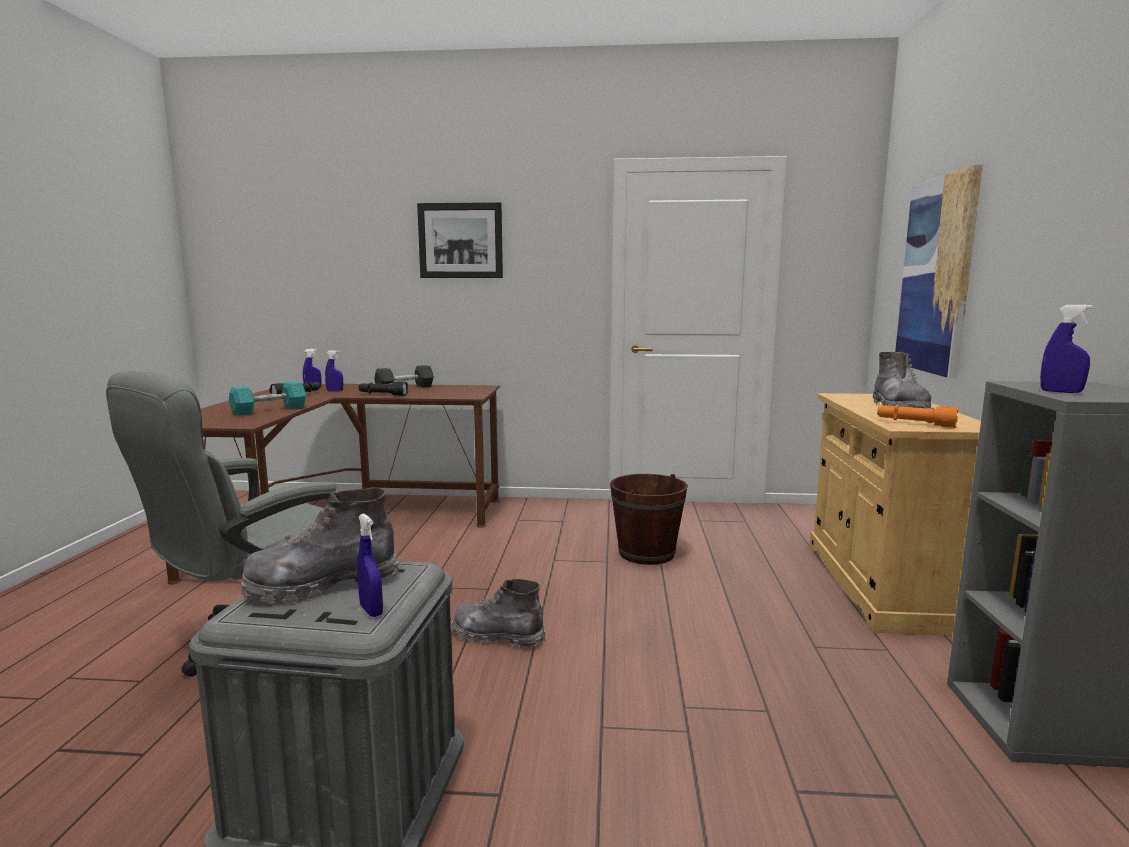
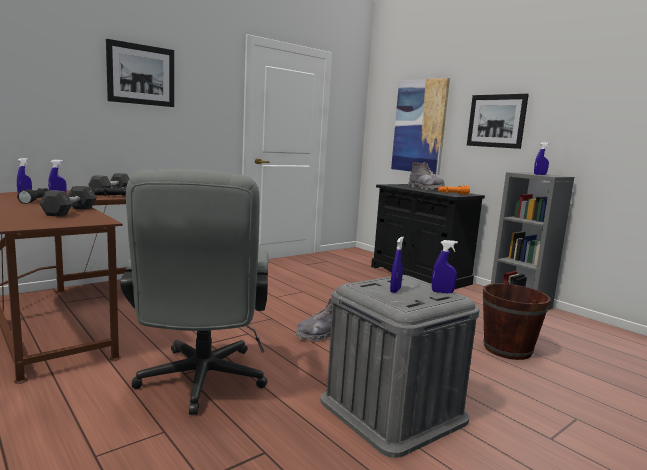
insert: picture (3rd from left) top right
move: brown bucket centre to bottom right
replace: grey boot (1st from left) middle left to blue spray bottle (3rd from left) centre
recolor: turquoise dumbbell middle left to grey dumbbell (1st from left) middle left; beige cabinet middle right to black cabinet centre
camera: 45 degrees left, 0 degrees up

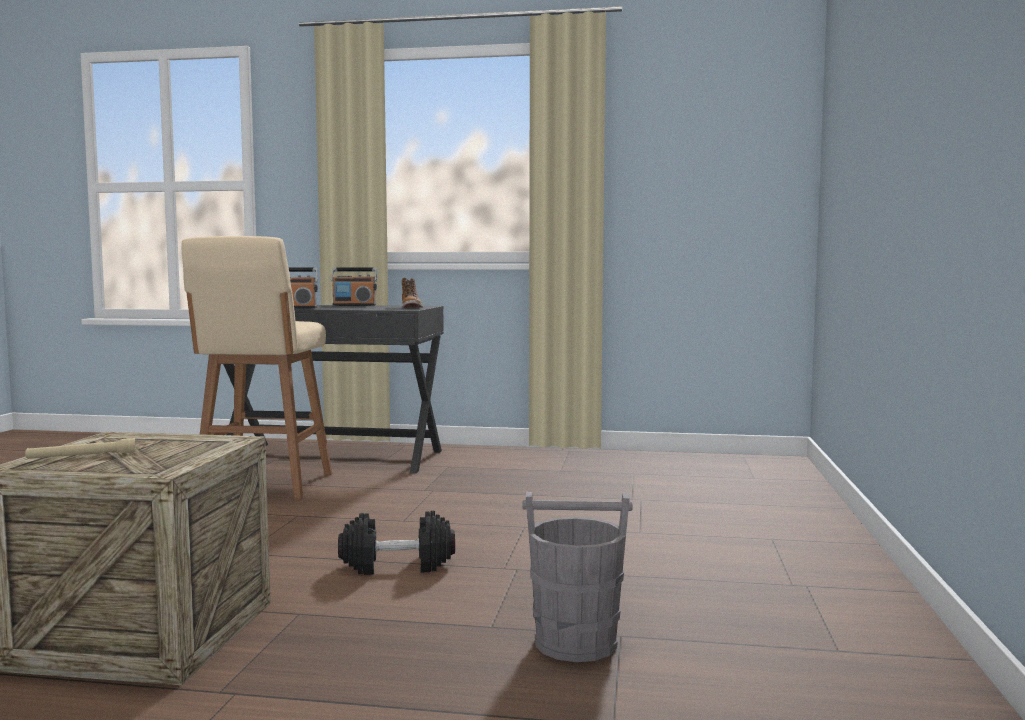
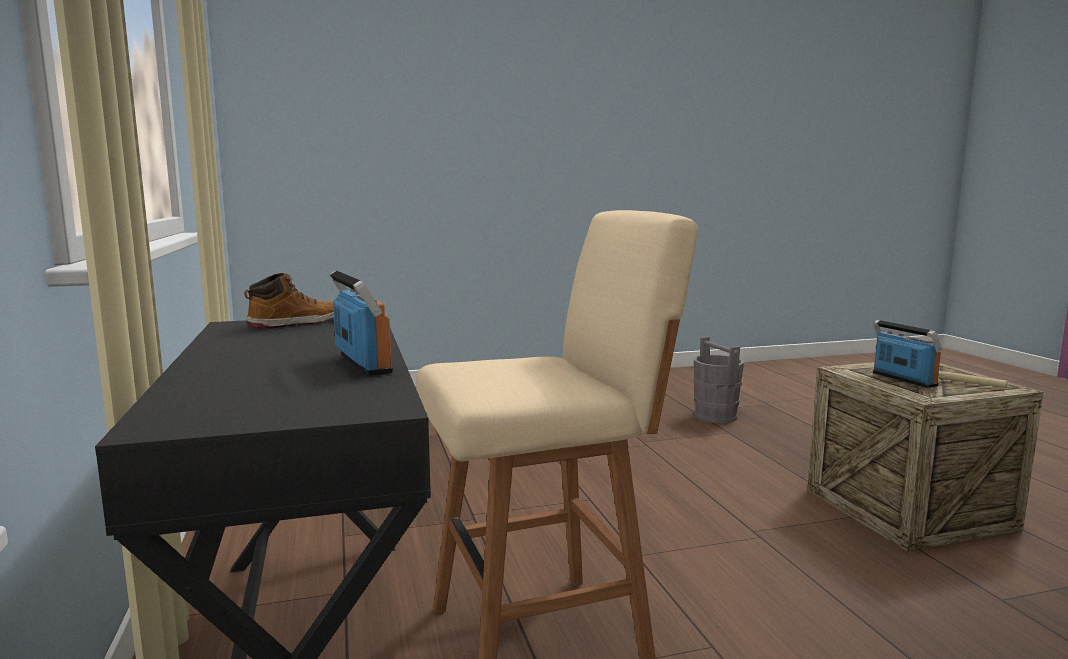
delete: black dumbbell bottom centre
move: radio (2nd from left) centre to middle right
camera: 115 degrees left, 5 degrees up

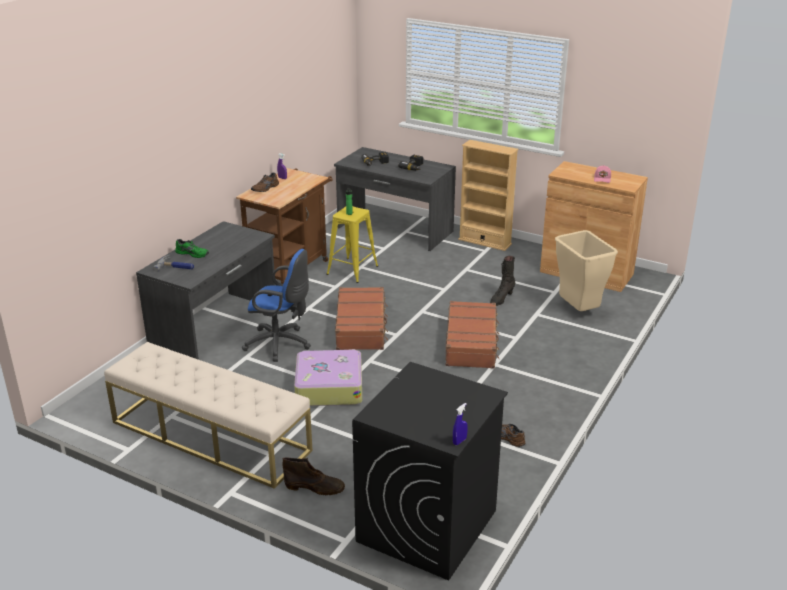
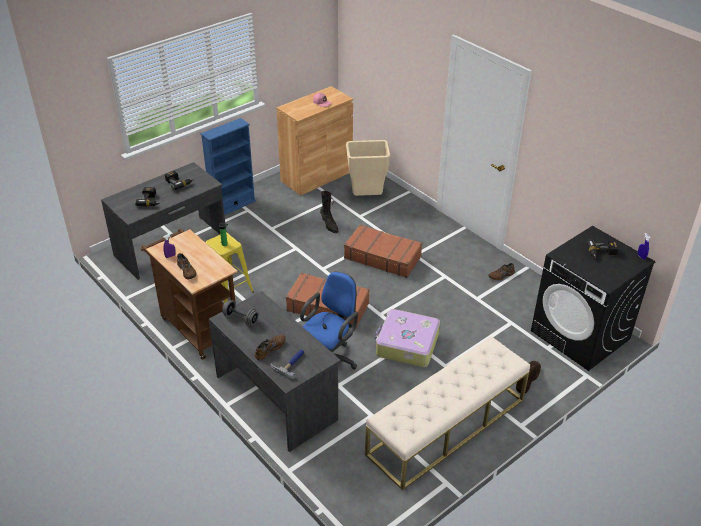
insert: grey dumbbell centre; power drill (3rd from left) middle right
recolor: green shoe middle left to brown shoe (2nd from left) centre; beige bookcase top centre to blue bookcase top left
camera: 70 degrees left, 10 degrees up

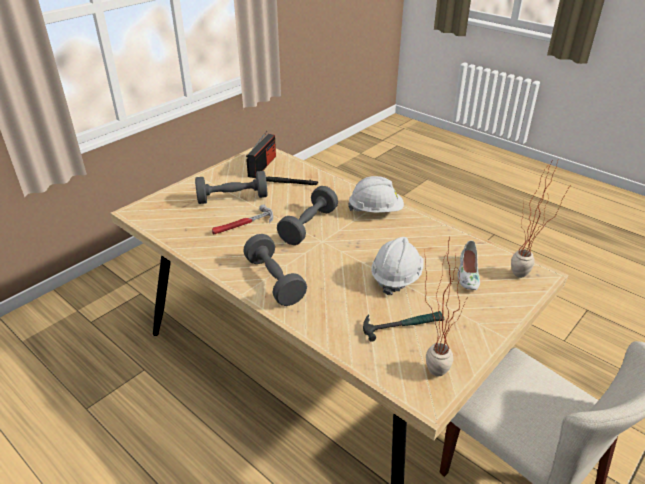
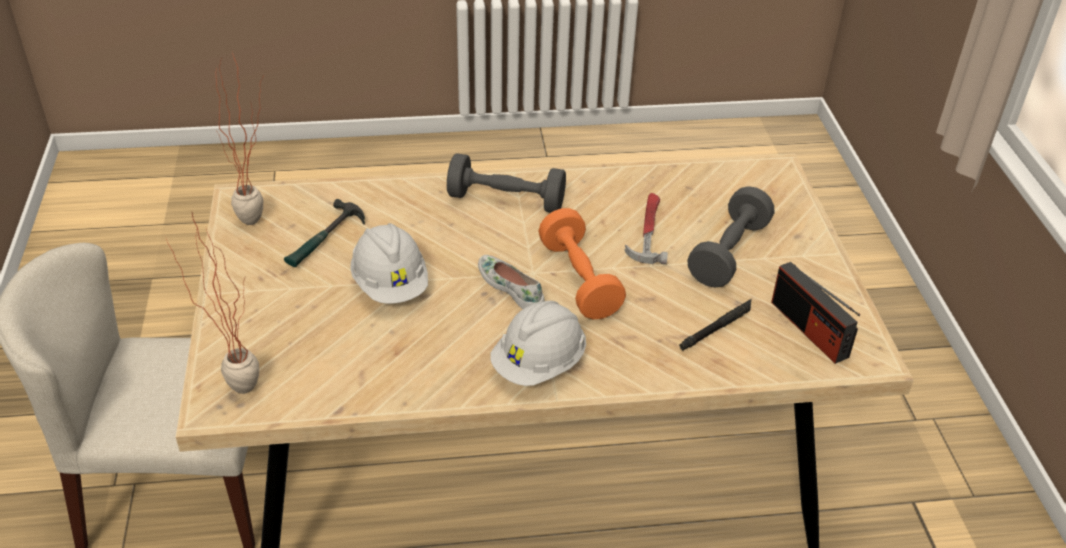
move: white shoe middle right to centre
recolor: grey dumbbell (3rd from left) centre to orange dumbbell centre
camera: 130 degrees right, 5 degrees up

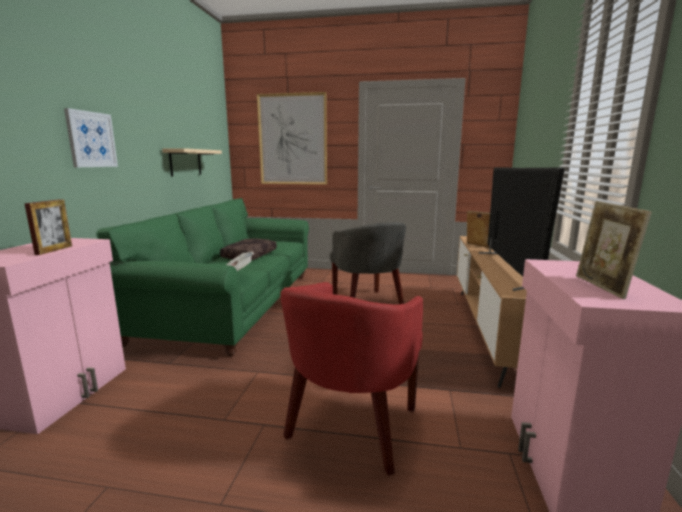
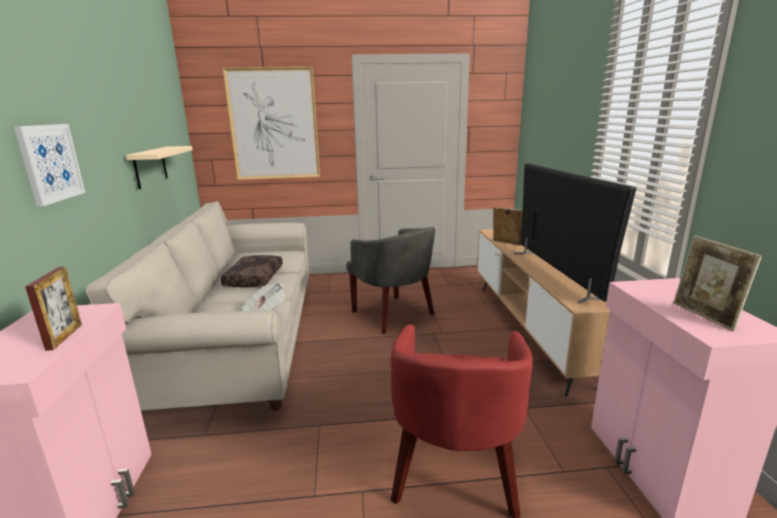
recolor: green sofa middle left to beige sofa middle left
camera: 15 degrees left, 5 degrees up

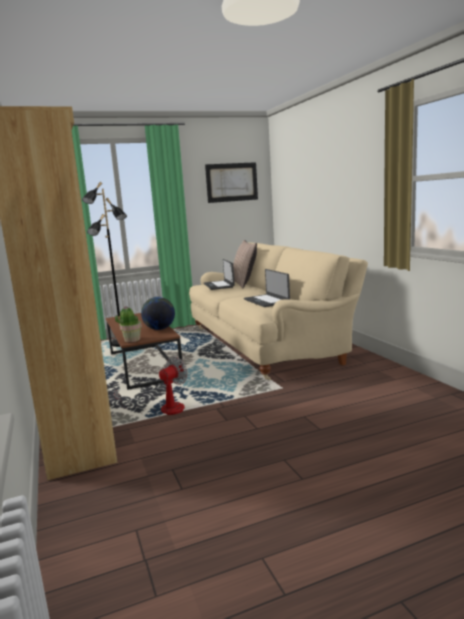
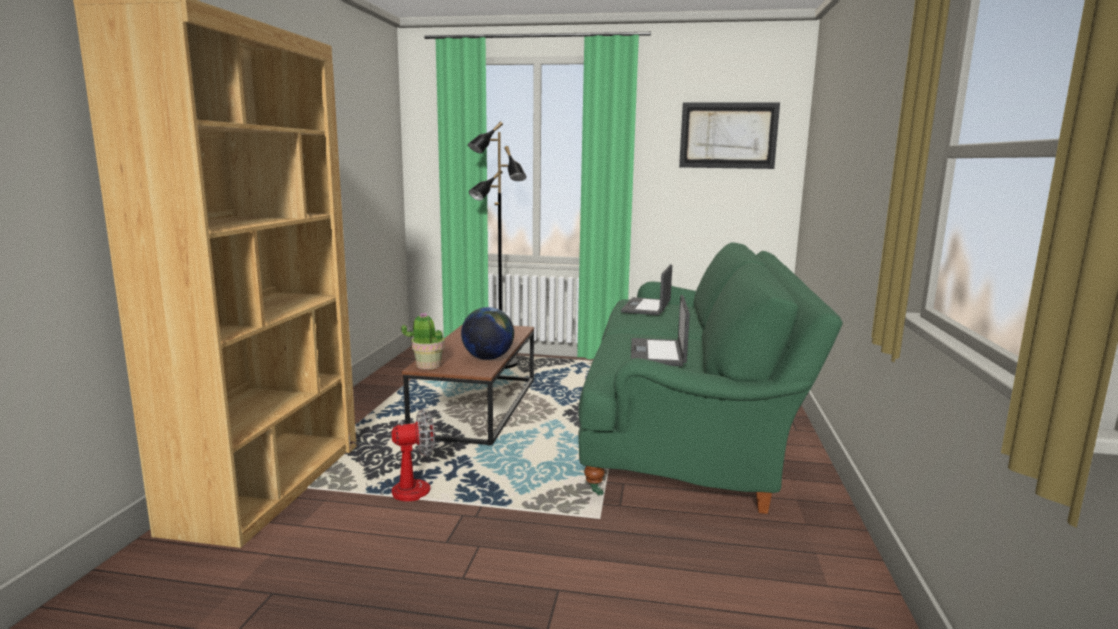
delete: pillow centre
recolor: beige sofa centre to green sofa centre
camera: 30 degrees right, 0 degrees up

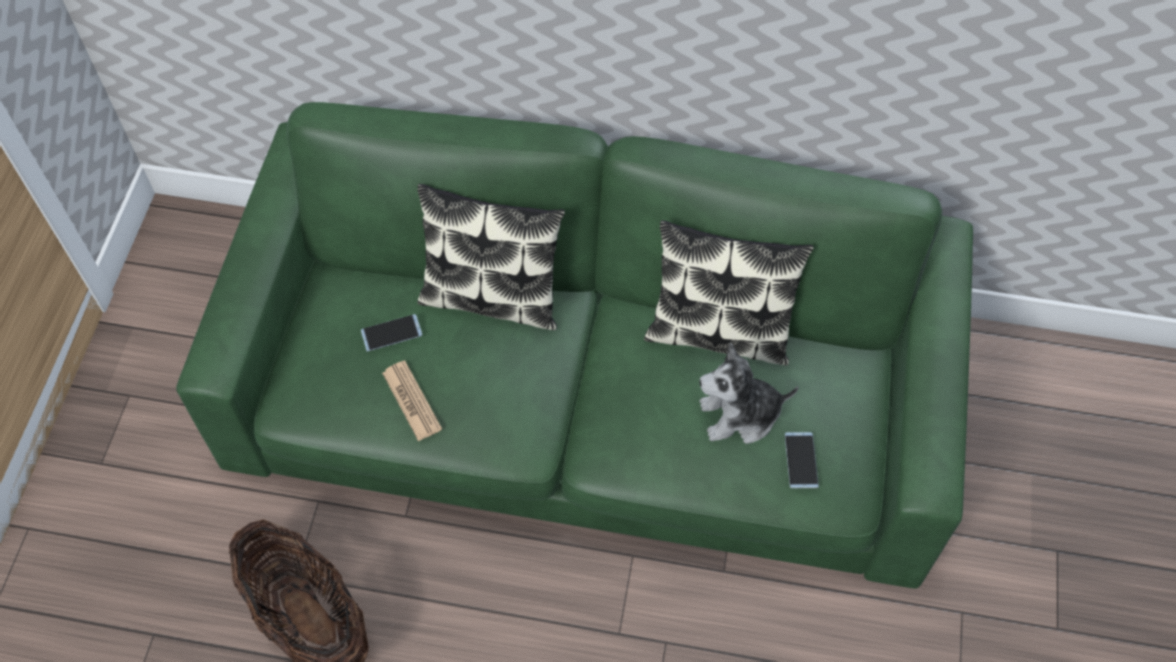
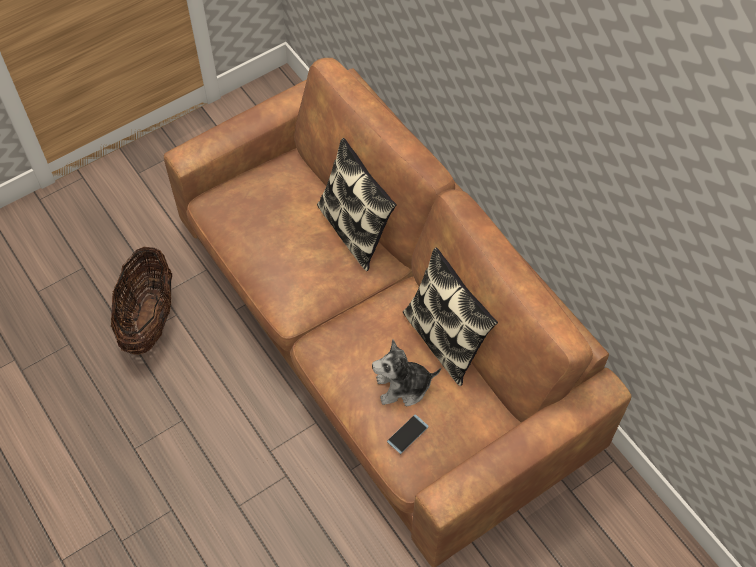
delete: phone (1st from left) middle left; newspaper centre
recolor: green sofa centre to brown sofa centre
rotate: plush toy centre = centre 45 degrees counterclockwise
camera: 45 degrees right, 0 degrees up

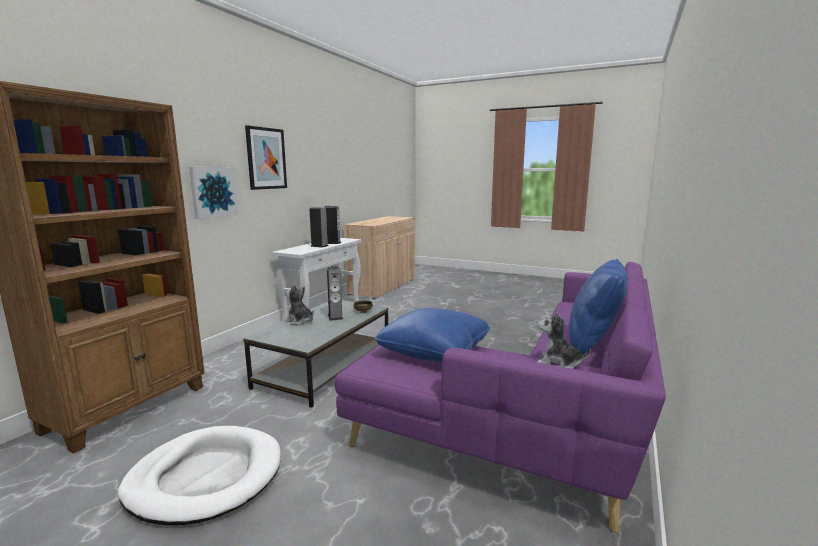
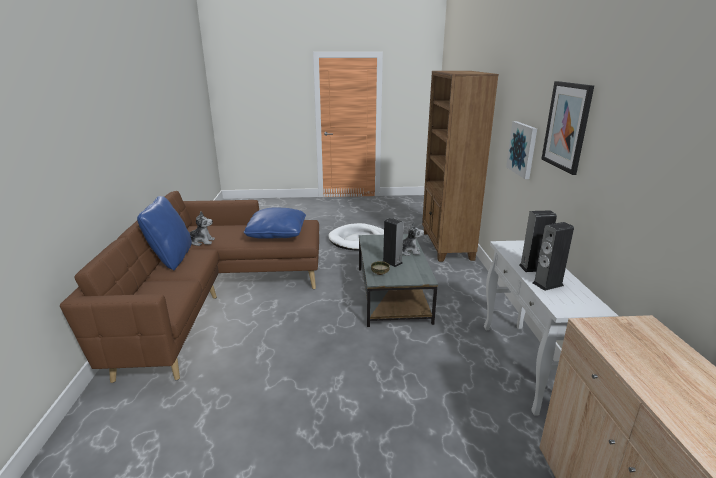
recolor: purple sofa bottom centre to brown sofa middle left
camera: 150 degrees right, 10 degrees up

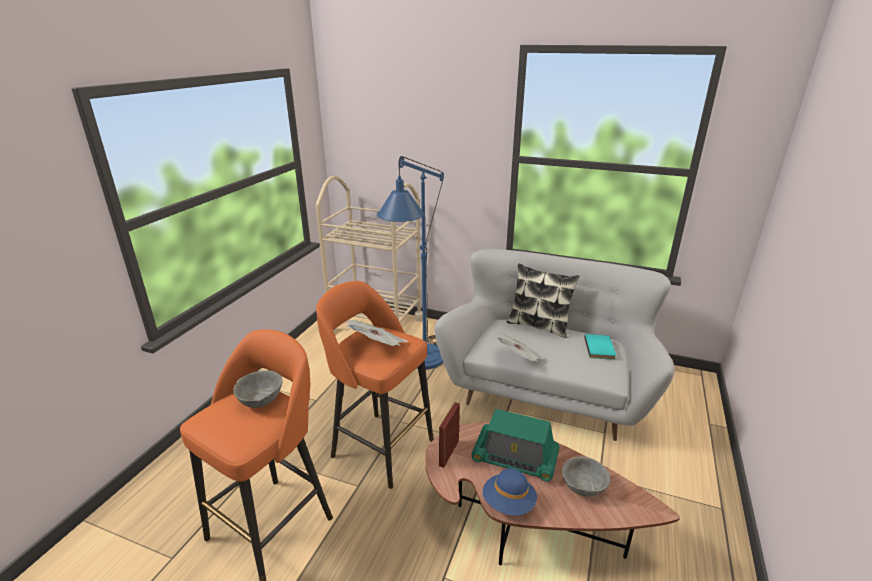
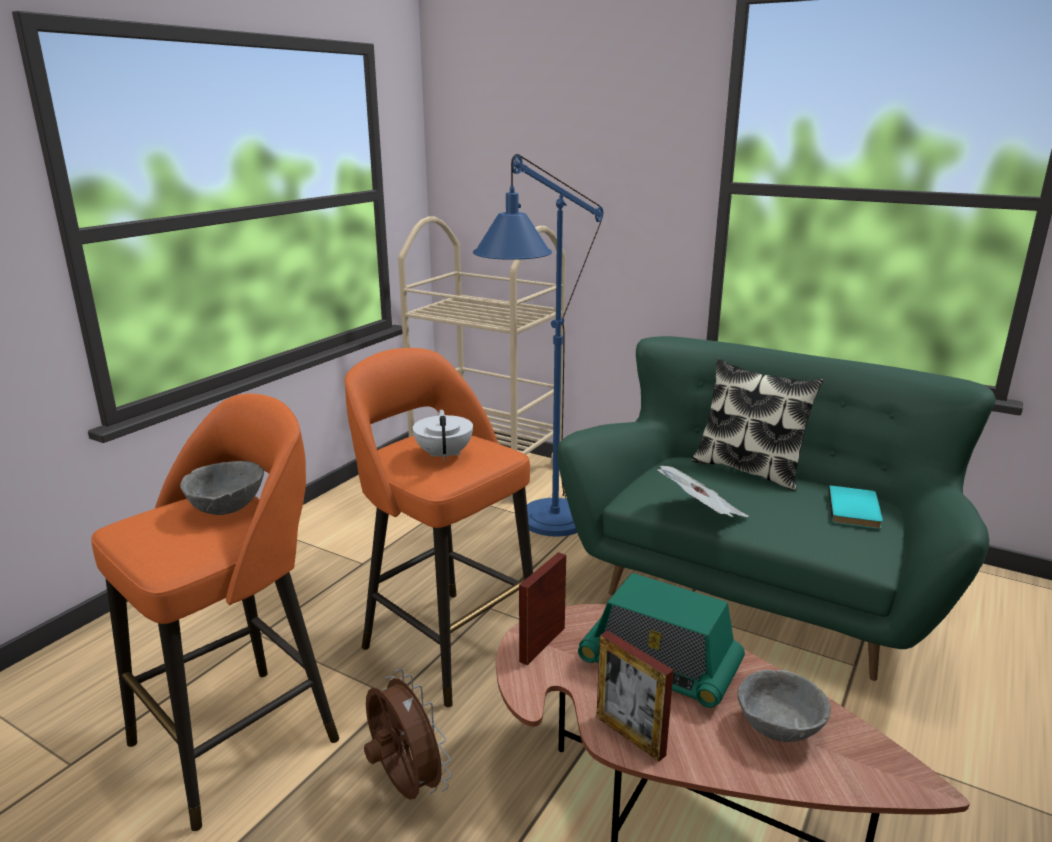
insert: brown fan bottom centre
replace: newspaper (1st from left) centre to white teapot centre; blue hat bottom centre to picture frame (2nd from left) bottom centre
recolor: white sofa centre to green sofa middle right
camera: 10 degrees right, 5 degrees down

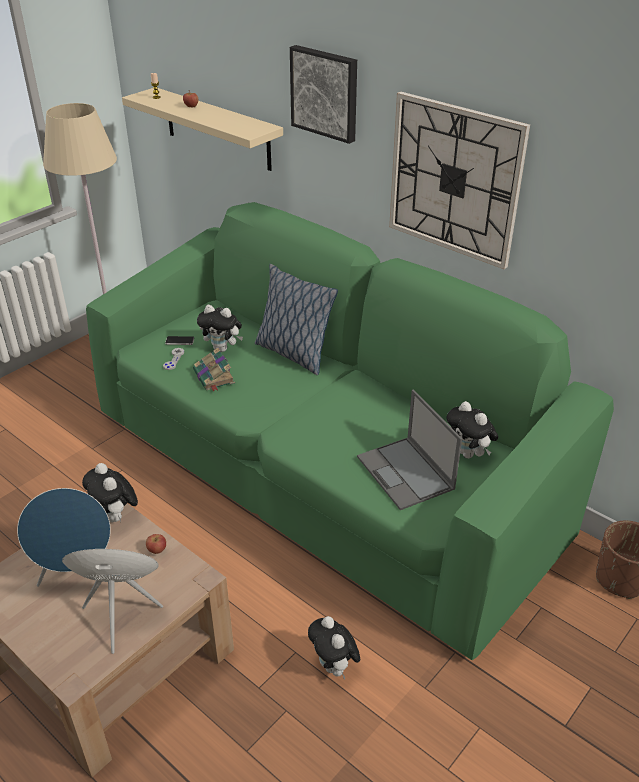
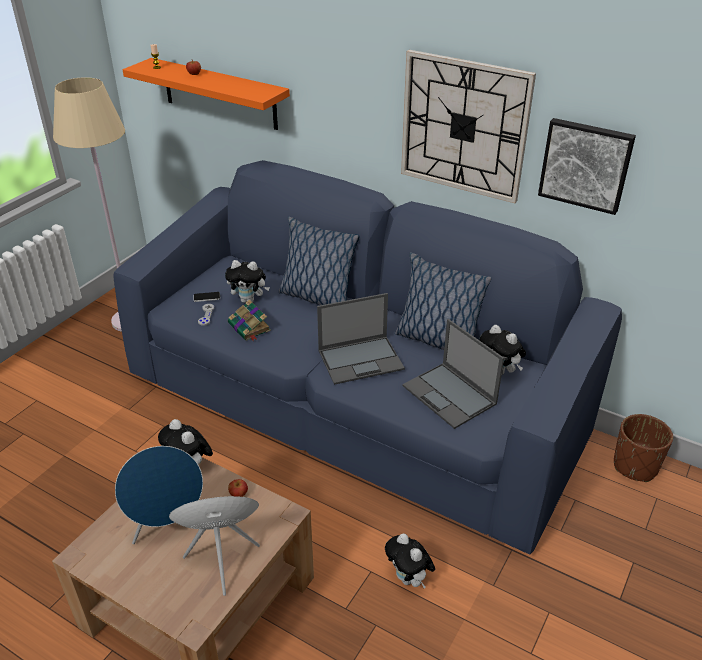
insert: laptop (1st from left) centre; pillow (2nd from left) centre
move: picture top centre to top right
recolor: green sofa centre to blue sofa centre; beige shelf top left to orange shelf top left
camera: 10 degrees left, 0 degrees up

